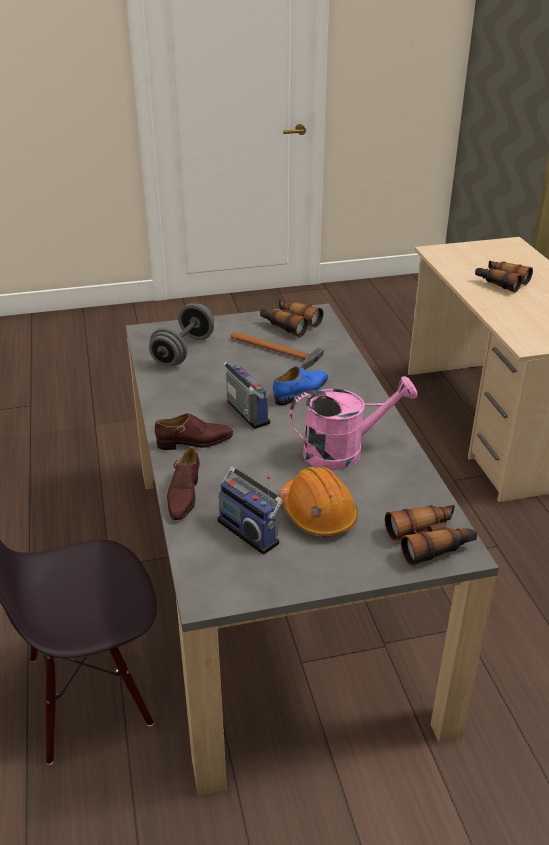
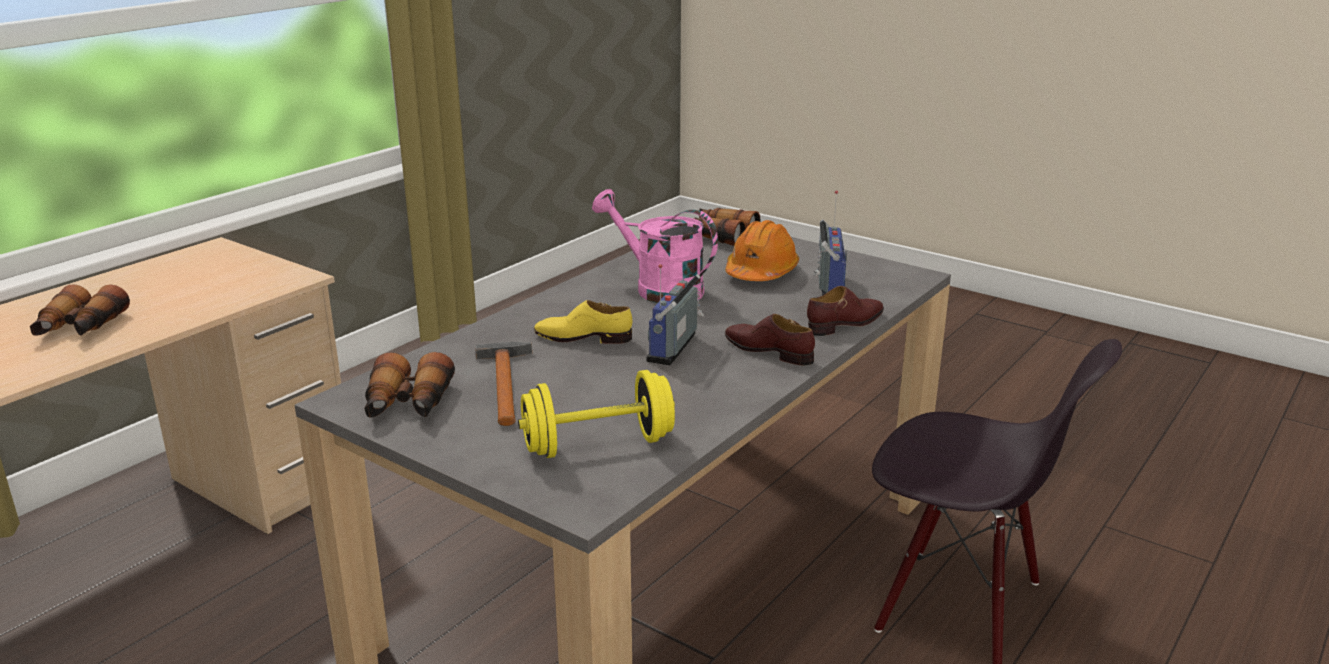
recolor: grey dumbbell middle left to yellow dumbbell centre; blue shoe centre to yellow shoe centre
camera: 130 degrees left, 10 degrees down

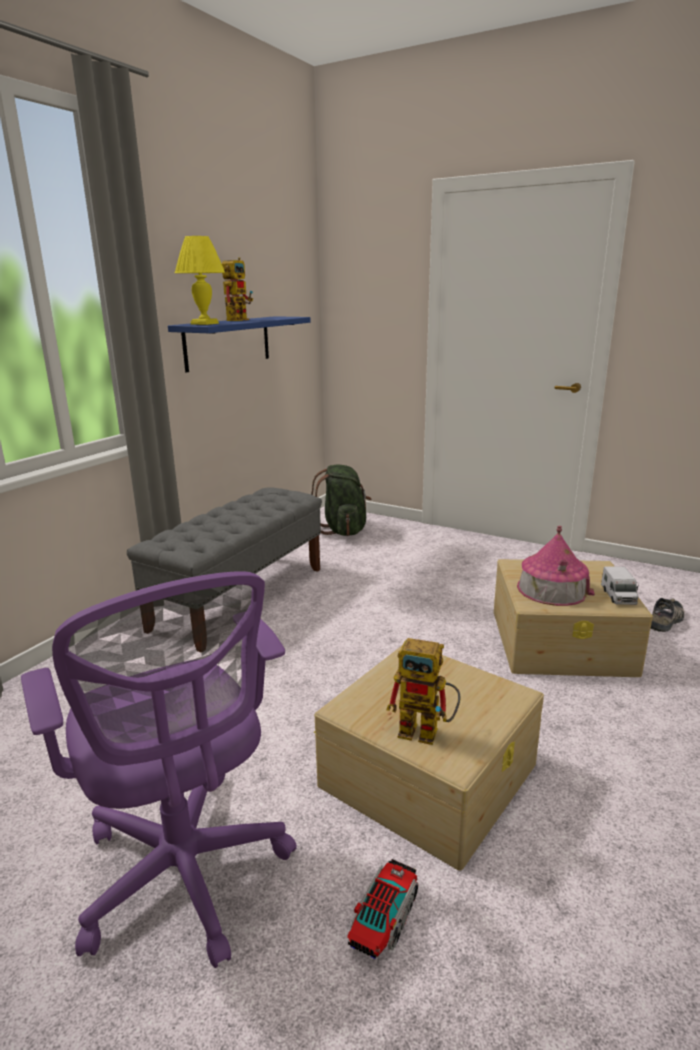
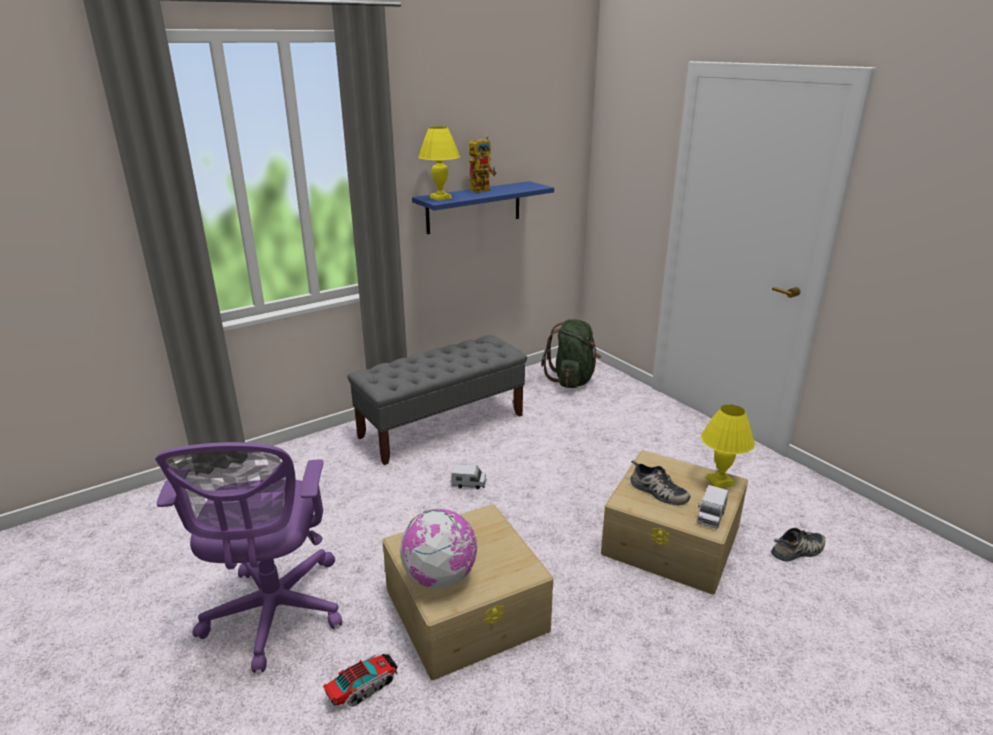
insert: toy truck (2nd from left) centre; yellow table lamp (2nd from left) middle right
replace: toy robot (2nd from left) centre to globe bottom centre; toy house middle right to shoe (1st from left) centre
camera: 25 degrees right, 5 degrees up

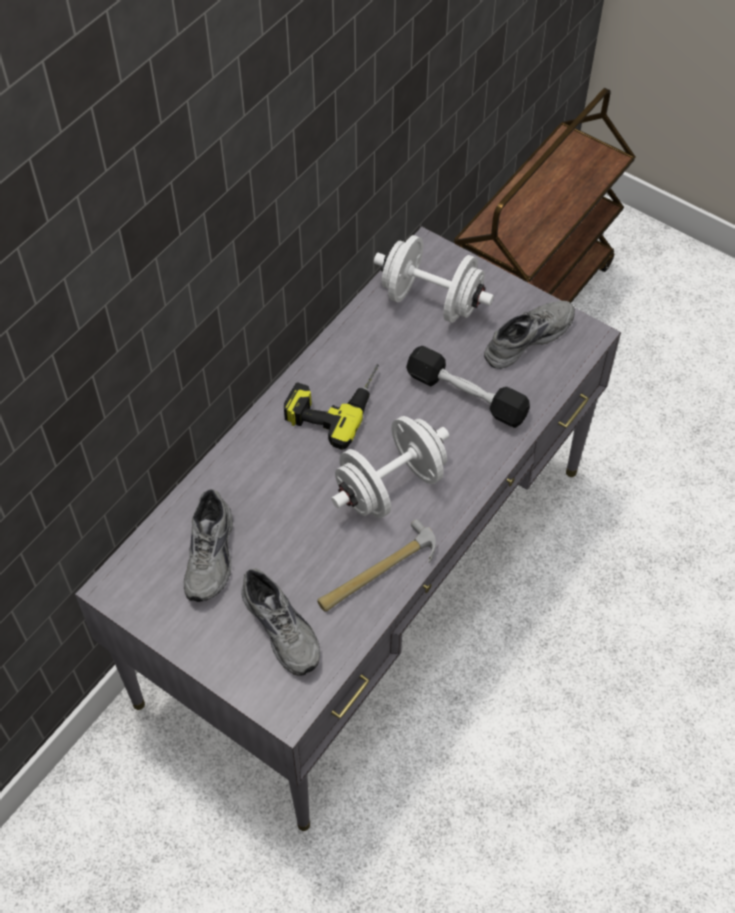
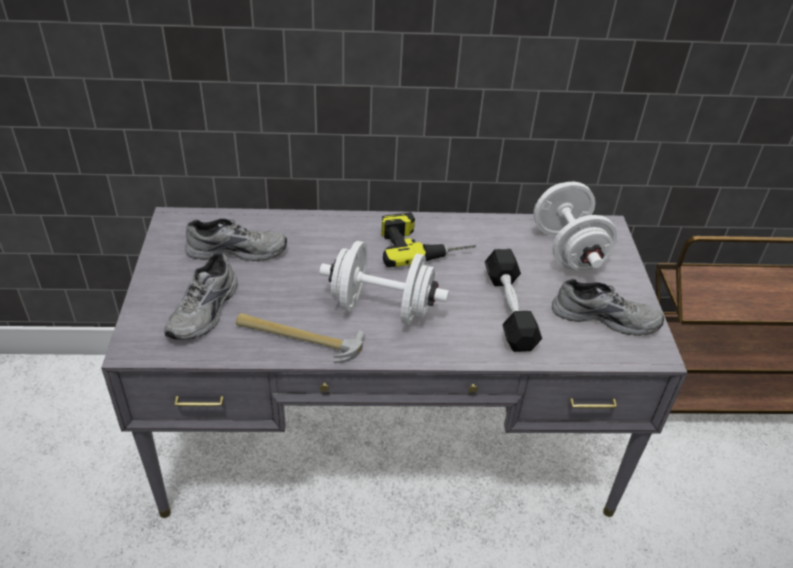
rotate: grey shoe (1st from left in the first image) middle left = middle left 150 degrees counterclockwise
camera: 50 degrees right, 15 degrees down

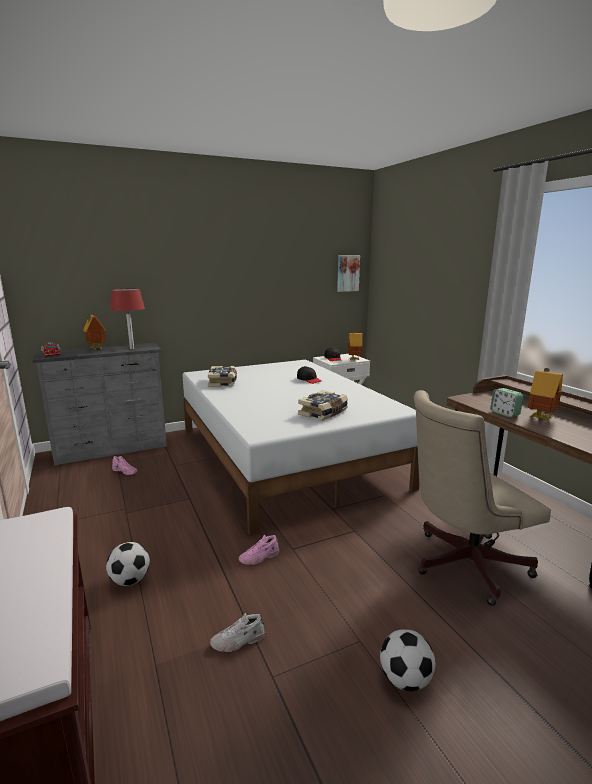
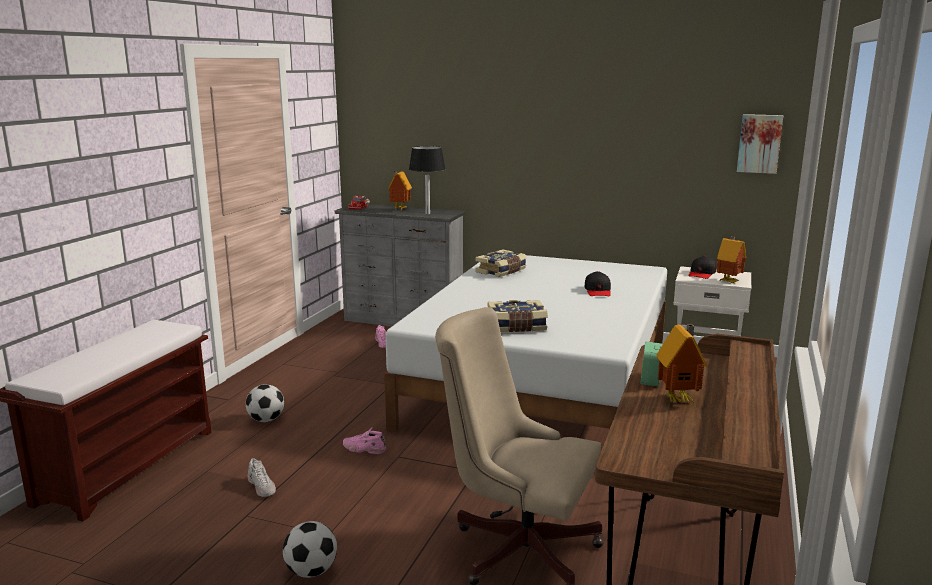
recolor: red table lamp middle left to black table lamp top centre
rotate: white shoe bottom centre = bottom left 150 degrees counterclockwise
camera: 45 degrees right, 0 degrees up

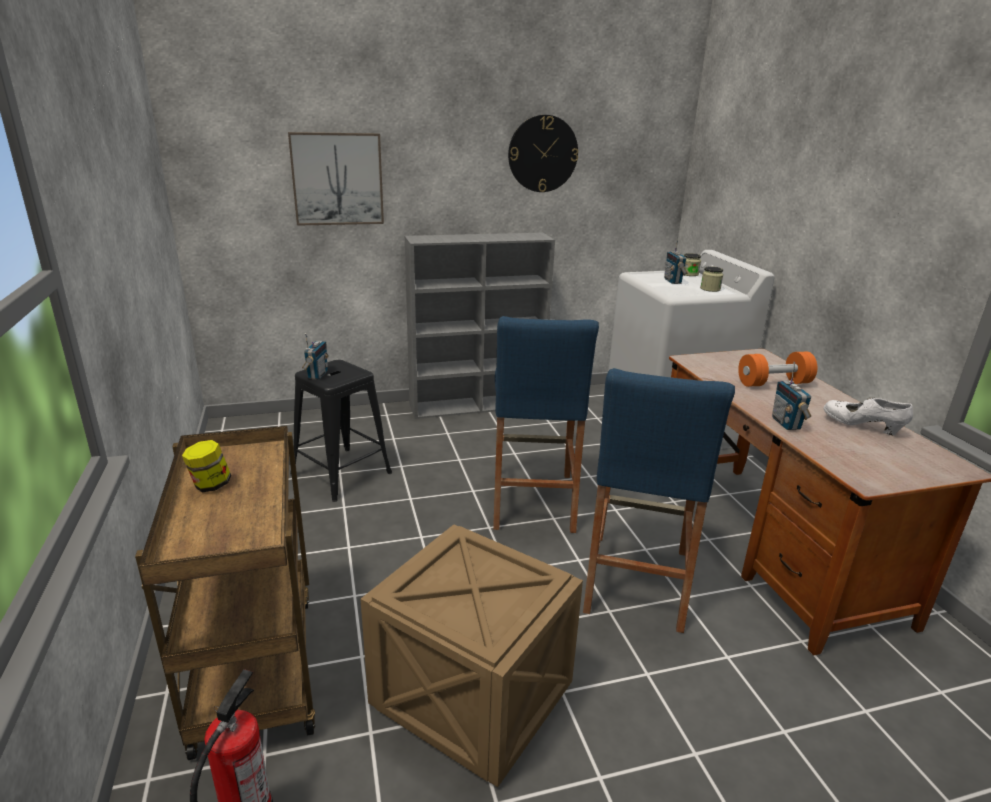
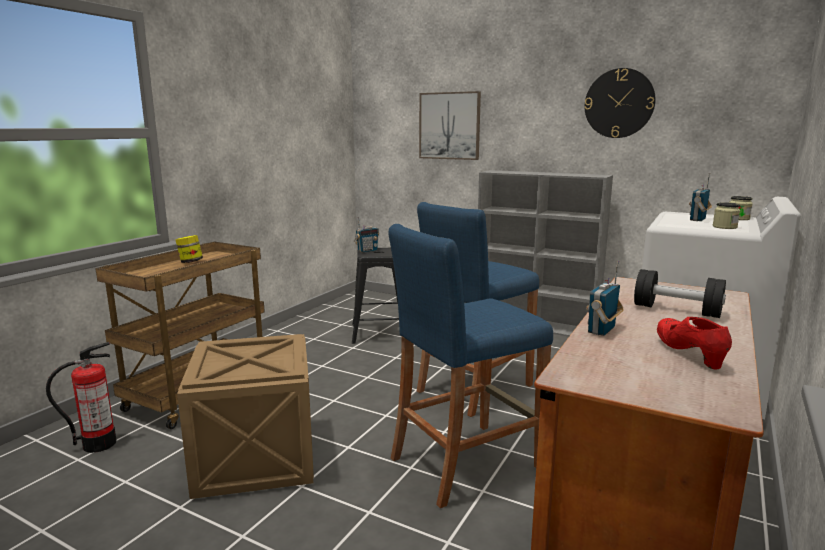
recolor: orange dumbbell middle right to black dumbbell middle right; white shoe middle right to red shoe middle right
camera: 45 degrees right, 10 degrees down

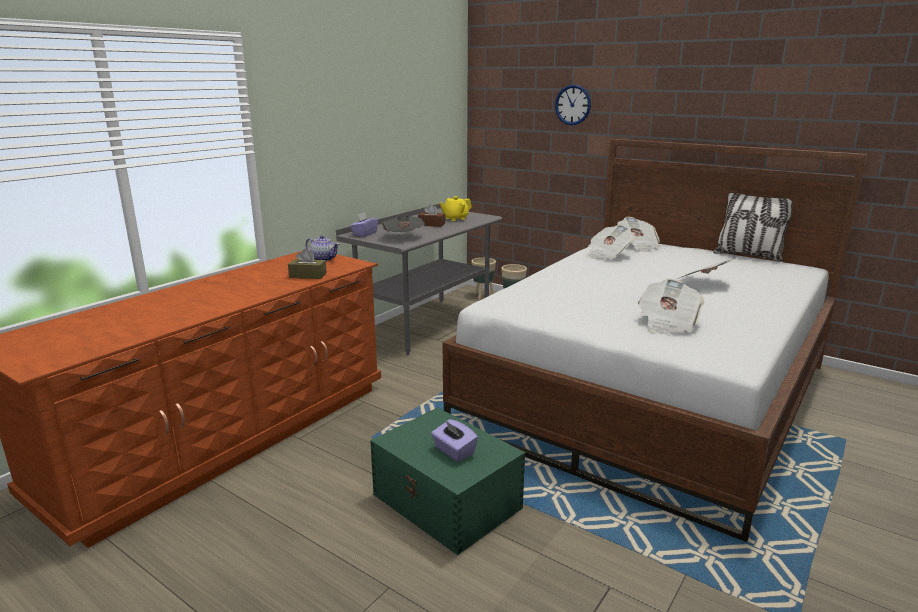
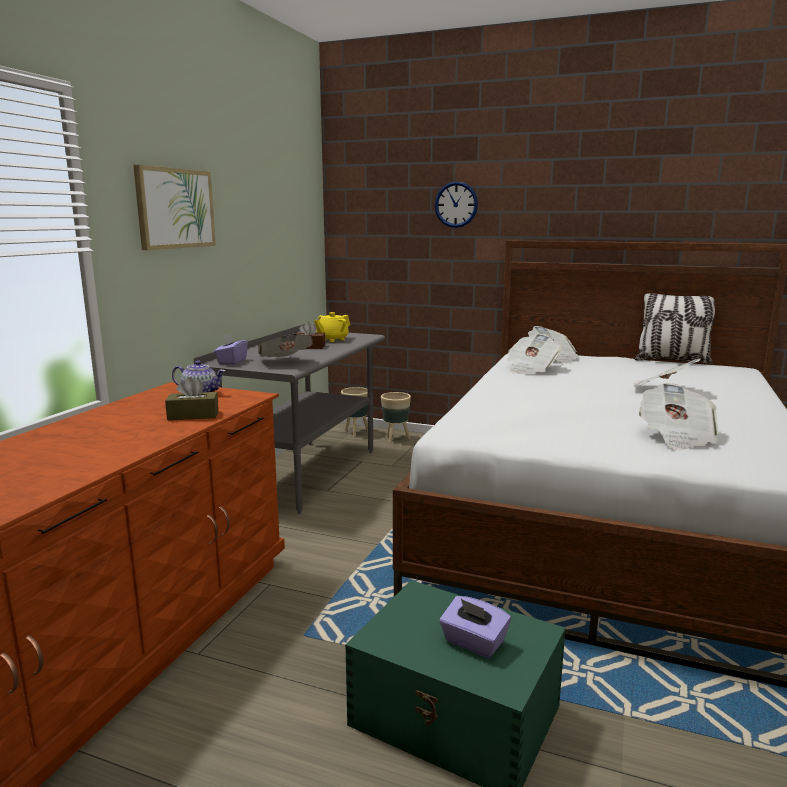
insert: picture top left
camera: 15 degrees left, 5 degrees down

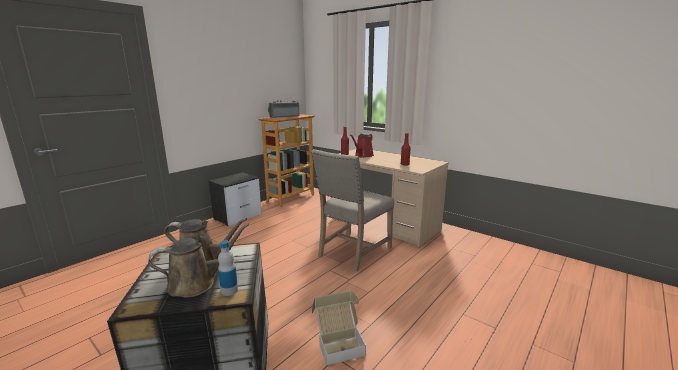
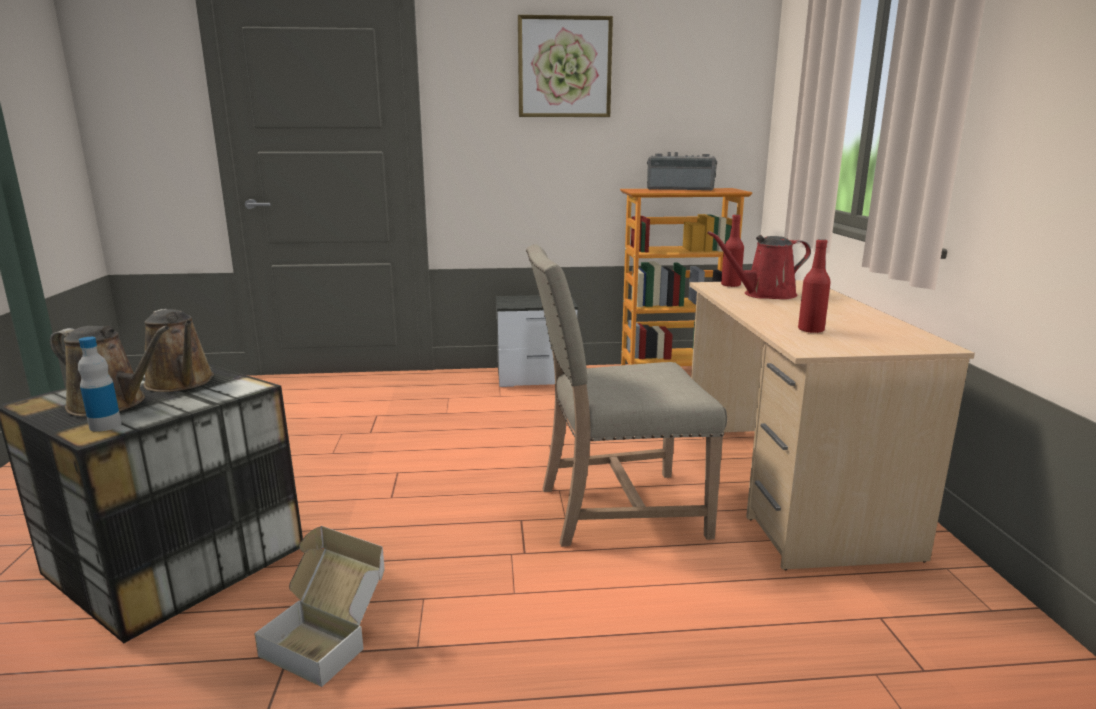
insert: picture top centre
camera: 45 degrees right, 0 degrees up

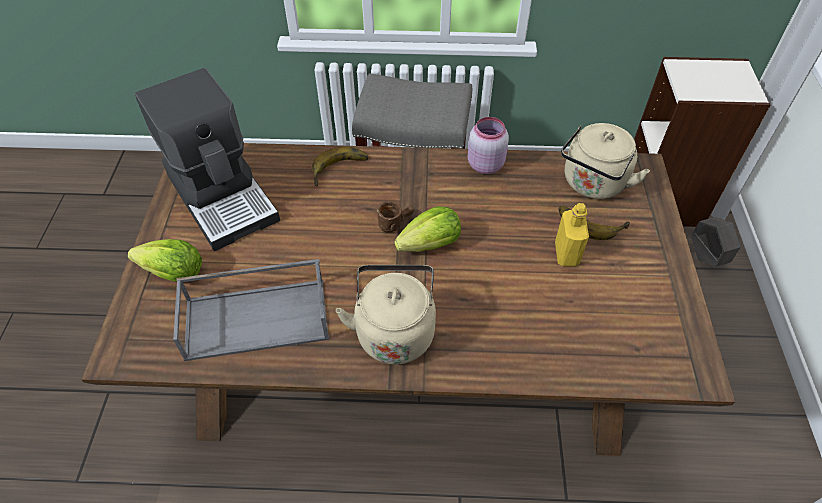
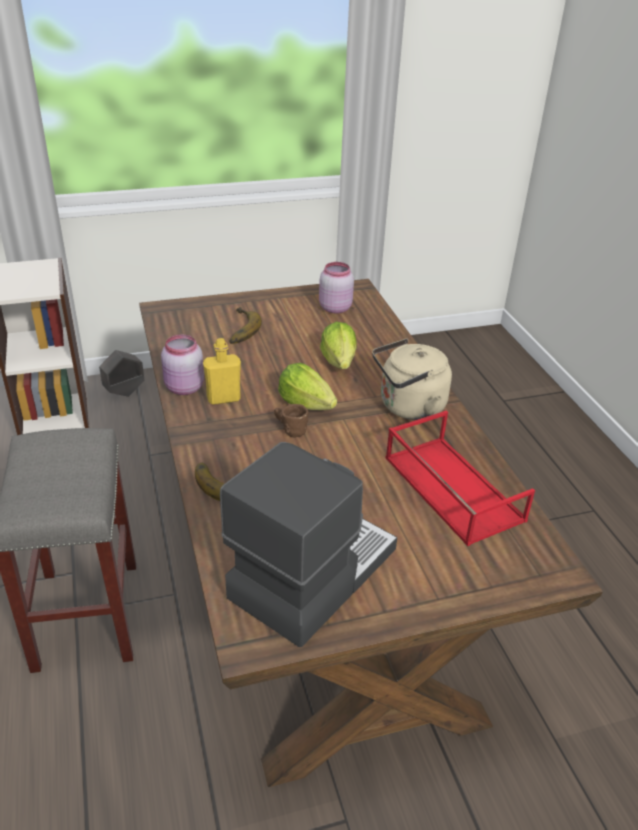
delete: beige kettle (2nd from left) top right
insert: pink jar (2nd from left) centre
move: lettuce (1st from left in the first image) middle left to lettuce (2nd from left) centre; yellow bottle middle right to centre
recolor: grey tray middle left to red tray middle right
camera: 110 degrees left, 15 degrees down

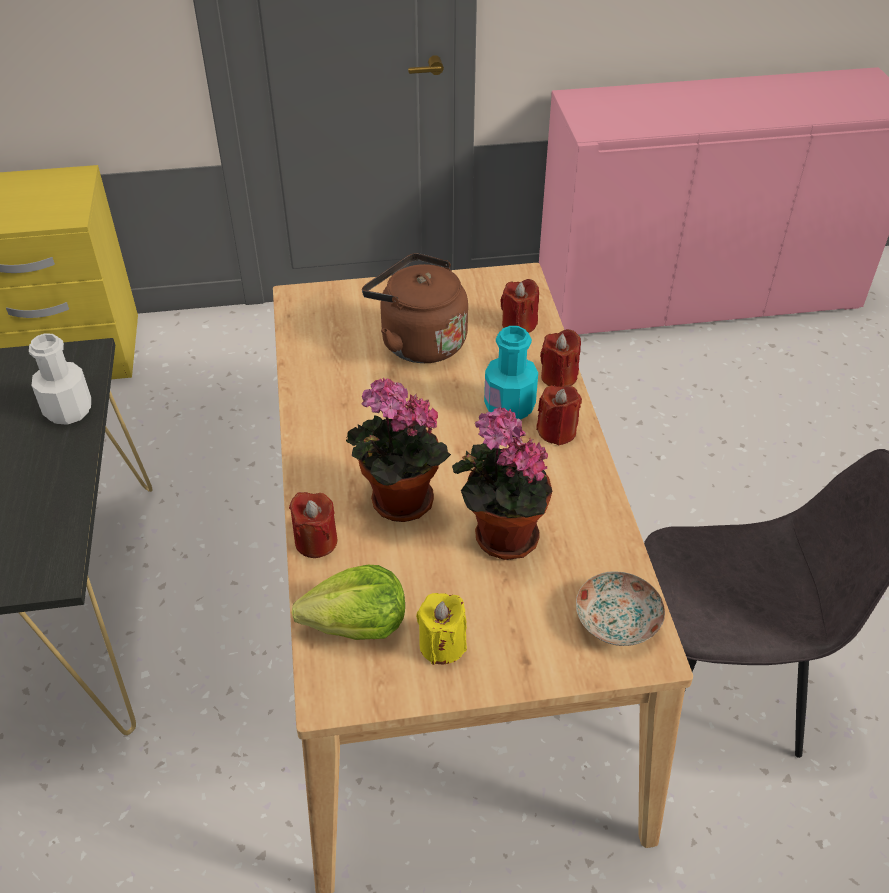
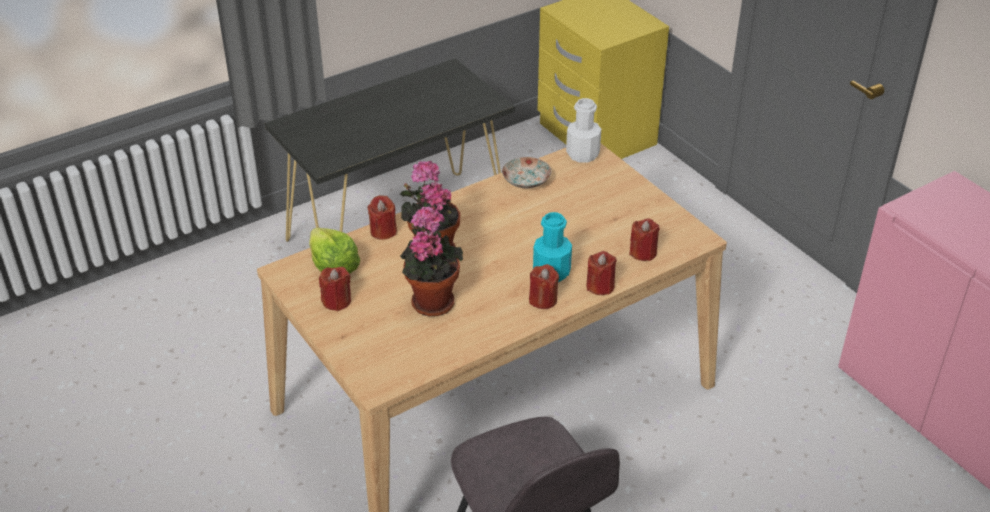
delete: brown kettle centre
move: white bottle middle left to top centre; plate bottom right to centre
recolor: yellow candle bottom centre to red candle (1st from left) centre
camera: 65 degrees right, 5 degrees down

